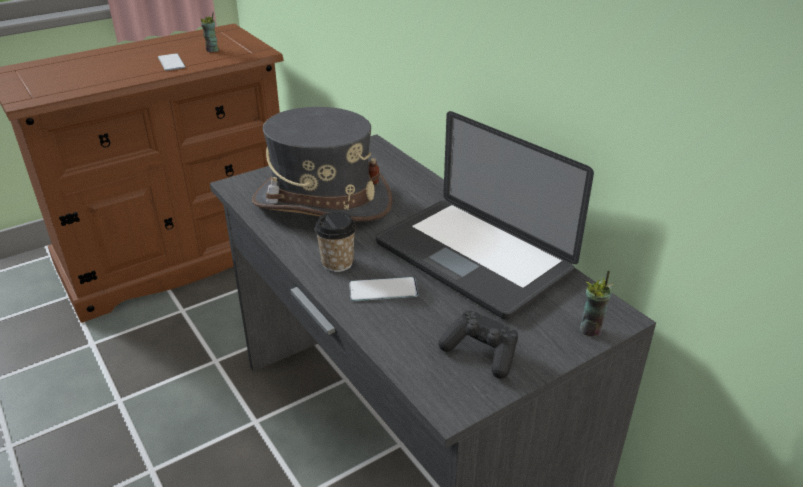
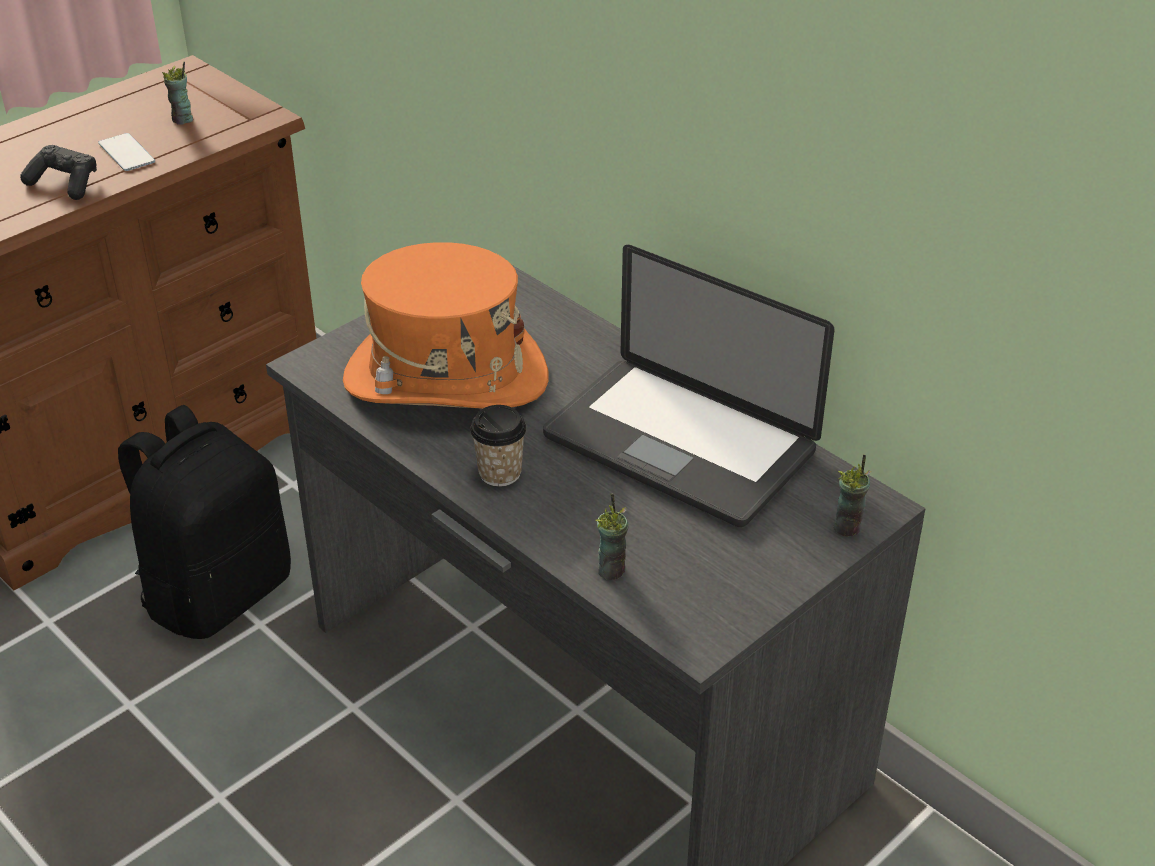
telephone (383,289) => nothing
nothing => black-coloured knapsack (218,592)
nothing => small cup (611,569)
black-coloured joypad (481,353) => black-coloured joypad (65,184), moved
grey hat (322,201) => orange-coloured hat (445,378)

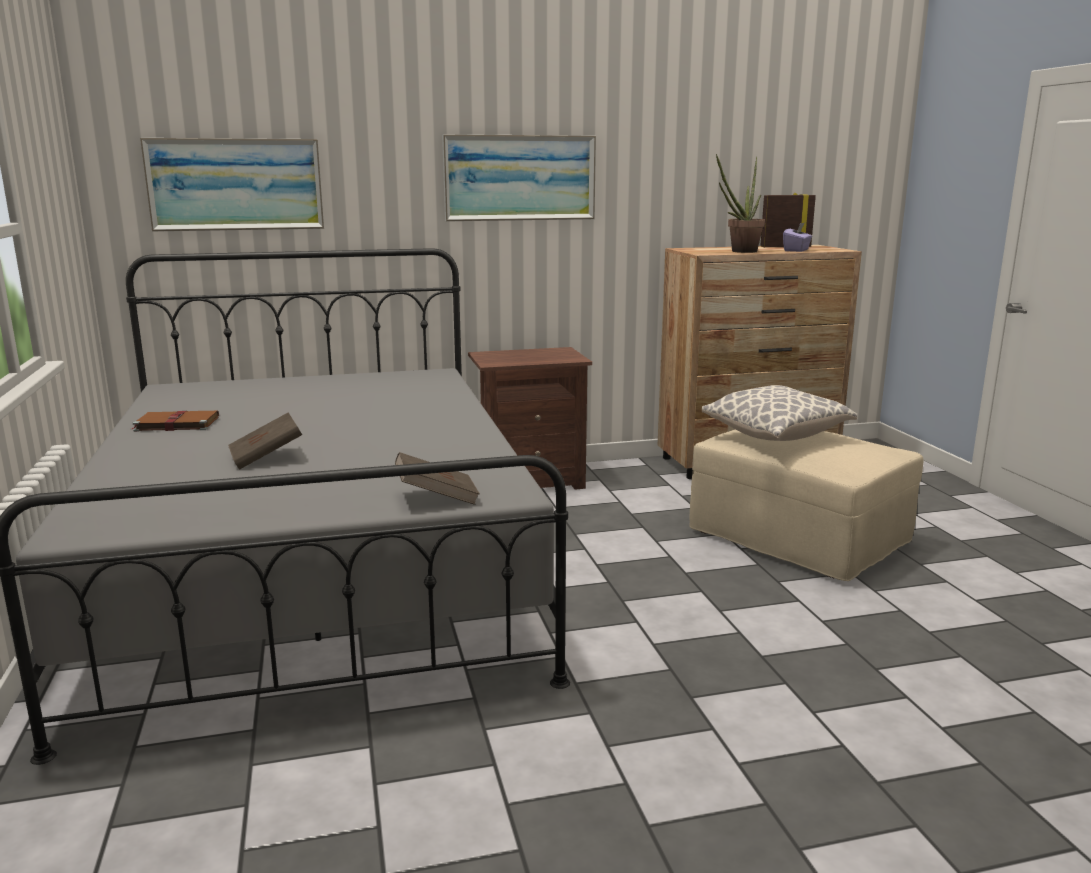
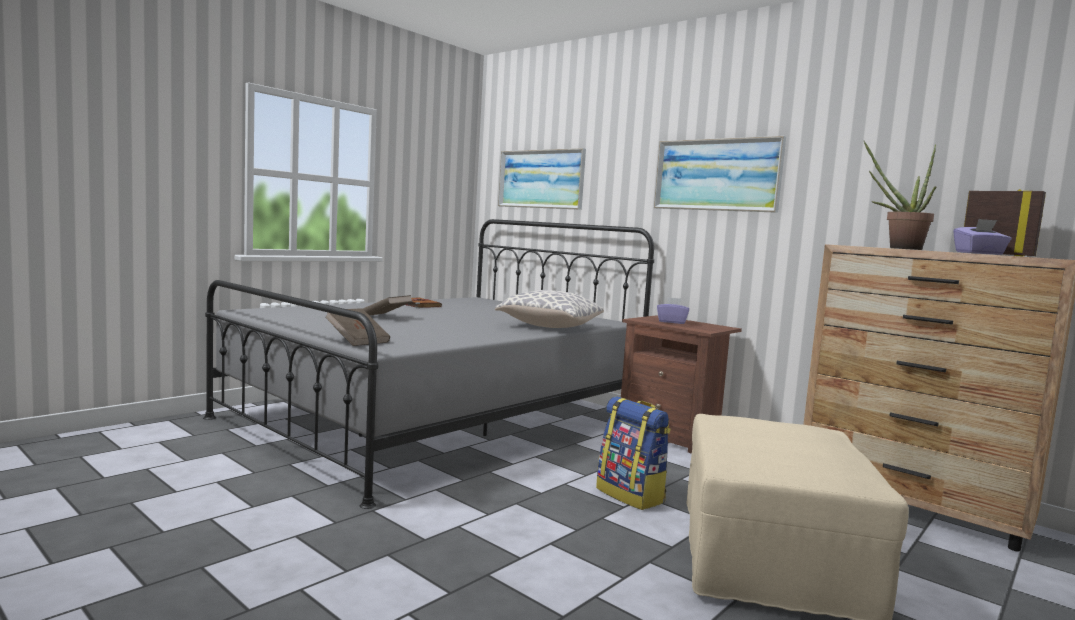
nothing => knapsack (631,495)
nothing => purple box of tissues (672,322)
cushion (775,436) => cushion (549,326), moved

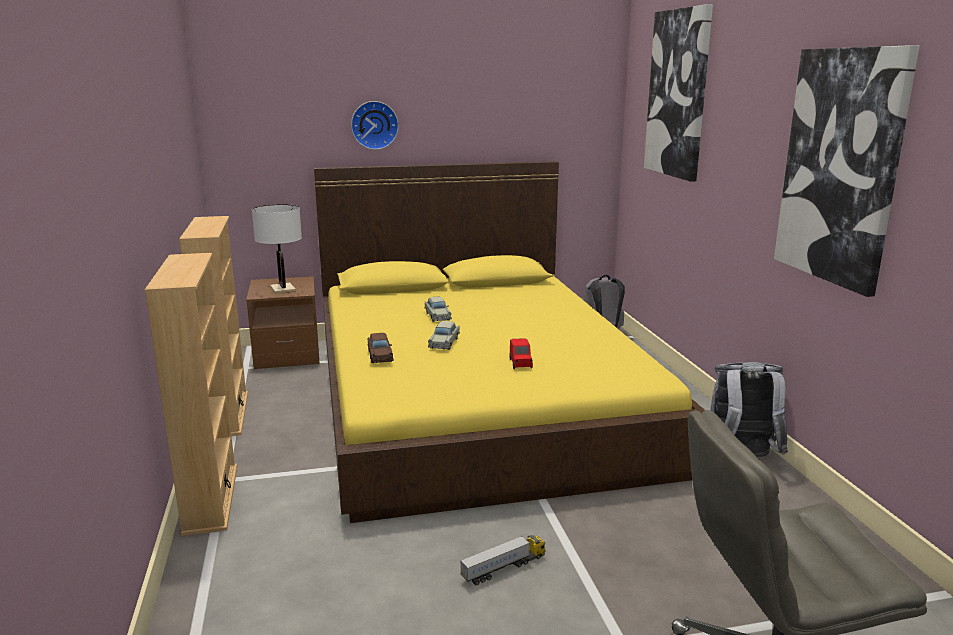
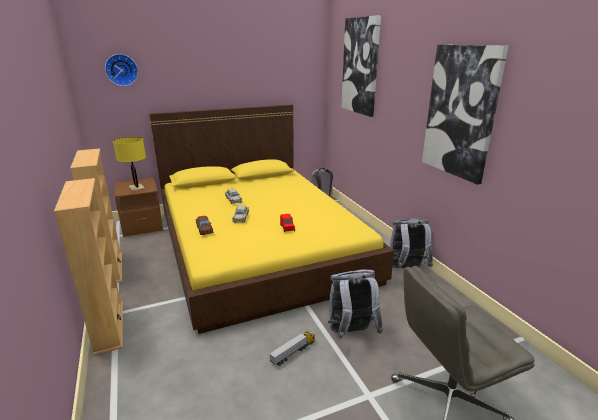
nothing => grey knapsack (351,332)
clock on the wall (374,125) => clock on the wall (121,70), moved
whitish tabletop lamp (283,289) => yellowish tabletop lamp (136,188)

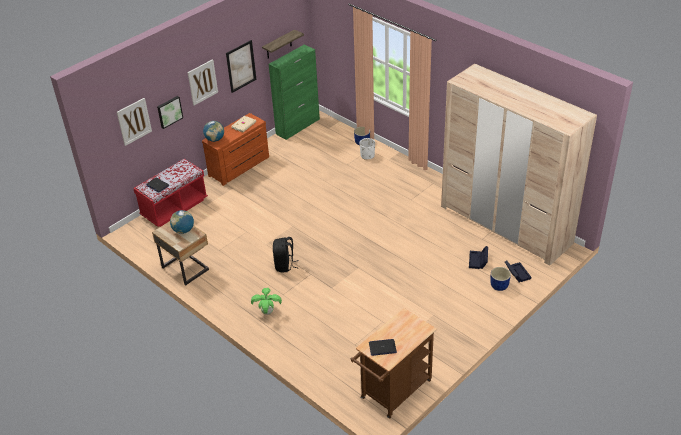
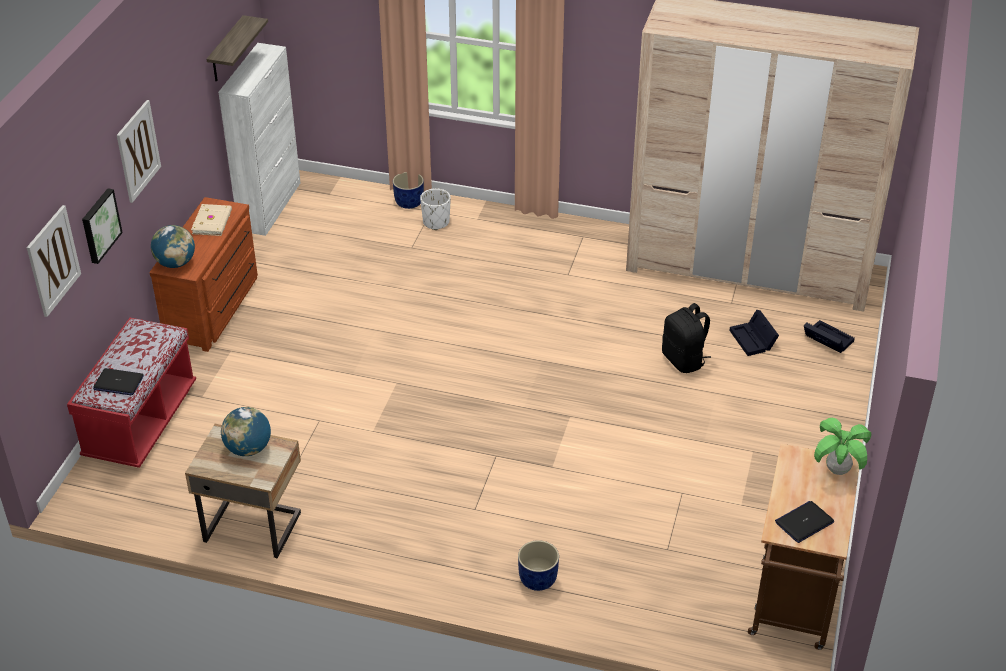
wall picture (241,66) => nothing
houseplant (267,312) => houseplant (838,470), moved
black-coloured knapsack (285,265) => black-coloured knapsack (684,360), moved
blue plant pot (499,286) => blue plant pot (538,579), moved
green cupboard (298,126) => whitish cupboard (270,206)

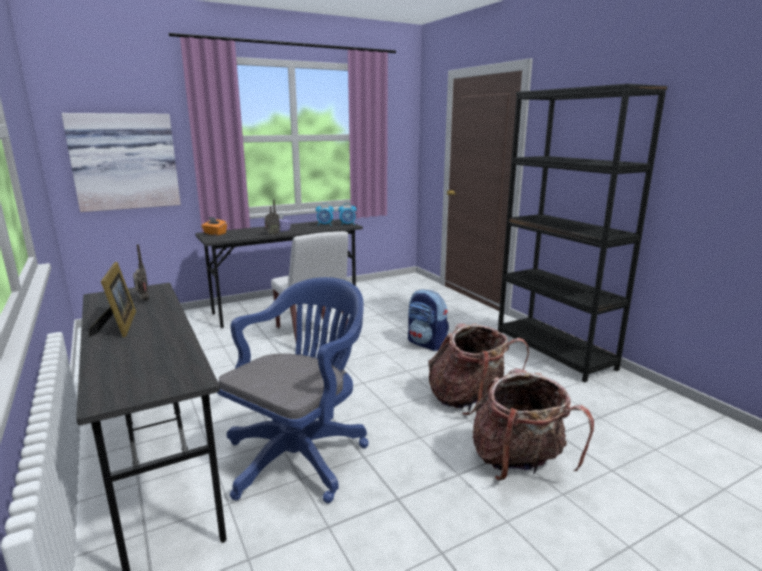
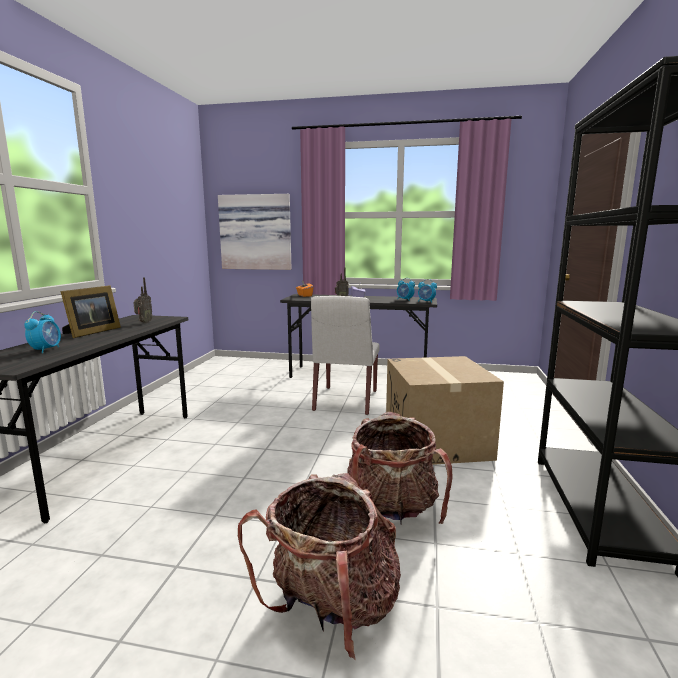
blue computer chair (301,454) => nothing
nothing => table clock (46,350)
knapsack (427,344) => packing box (437,442)

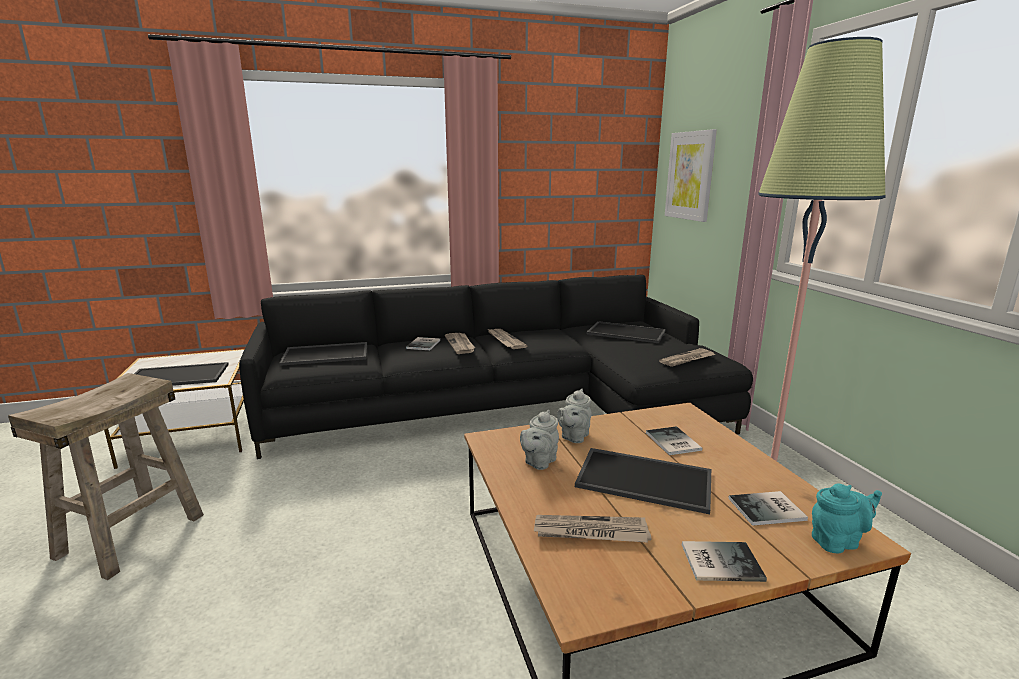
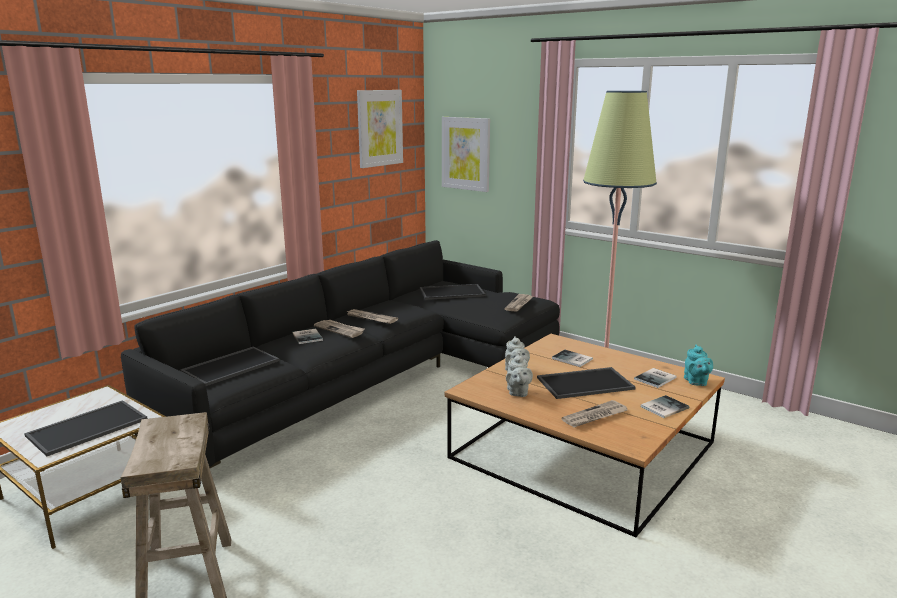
nothing => wall picture (379,128)
turquoise-coloured pot for tea (837,541) => turquoise-coloured pot for tea (696,382), 135 degrees clockwise

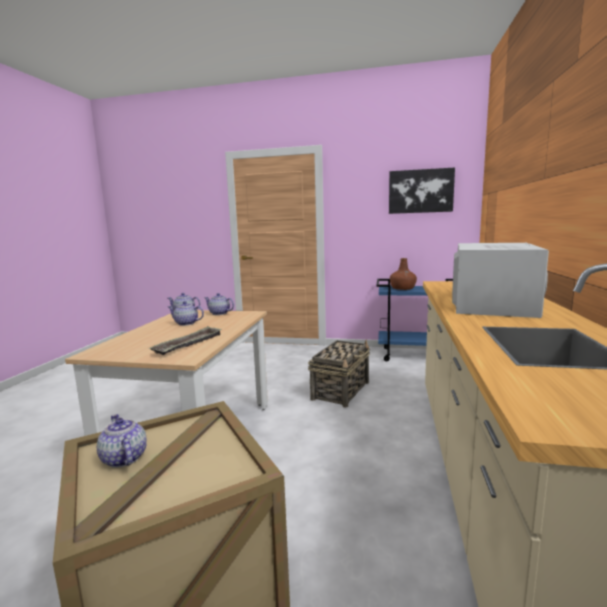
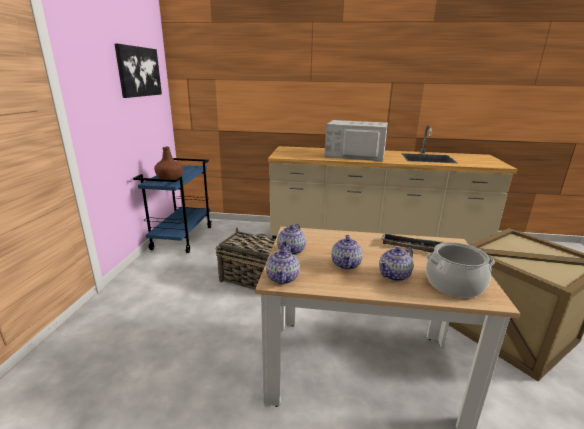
nothing => saucepot (454,284)
pot for tea (123,459) => pot for tea (395,275), moved

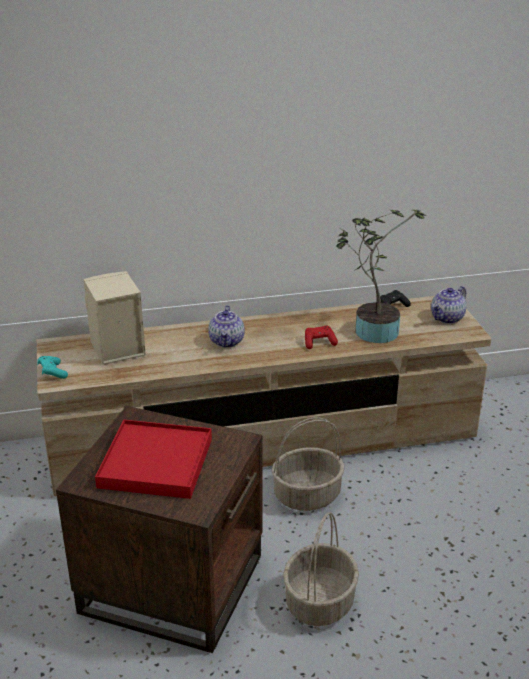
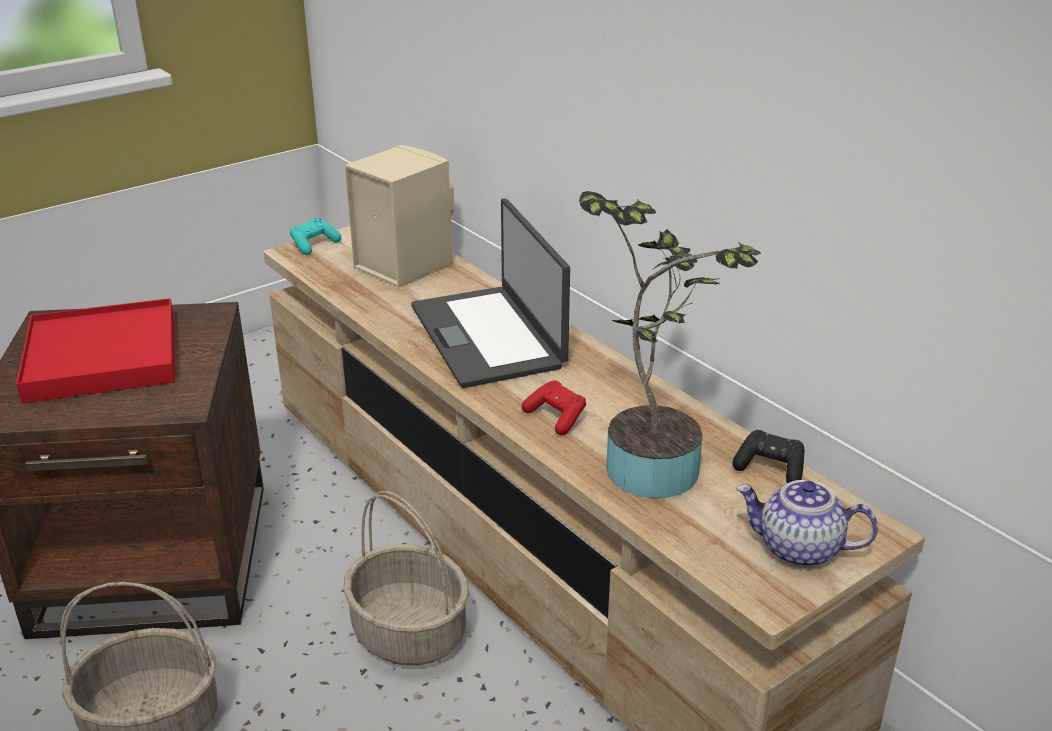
pot for tea (227,341) => portable computer (489,336)

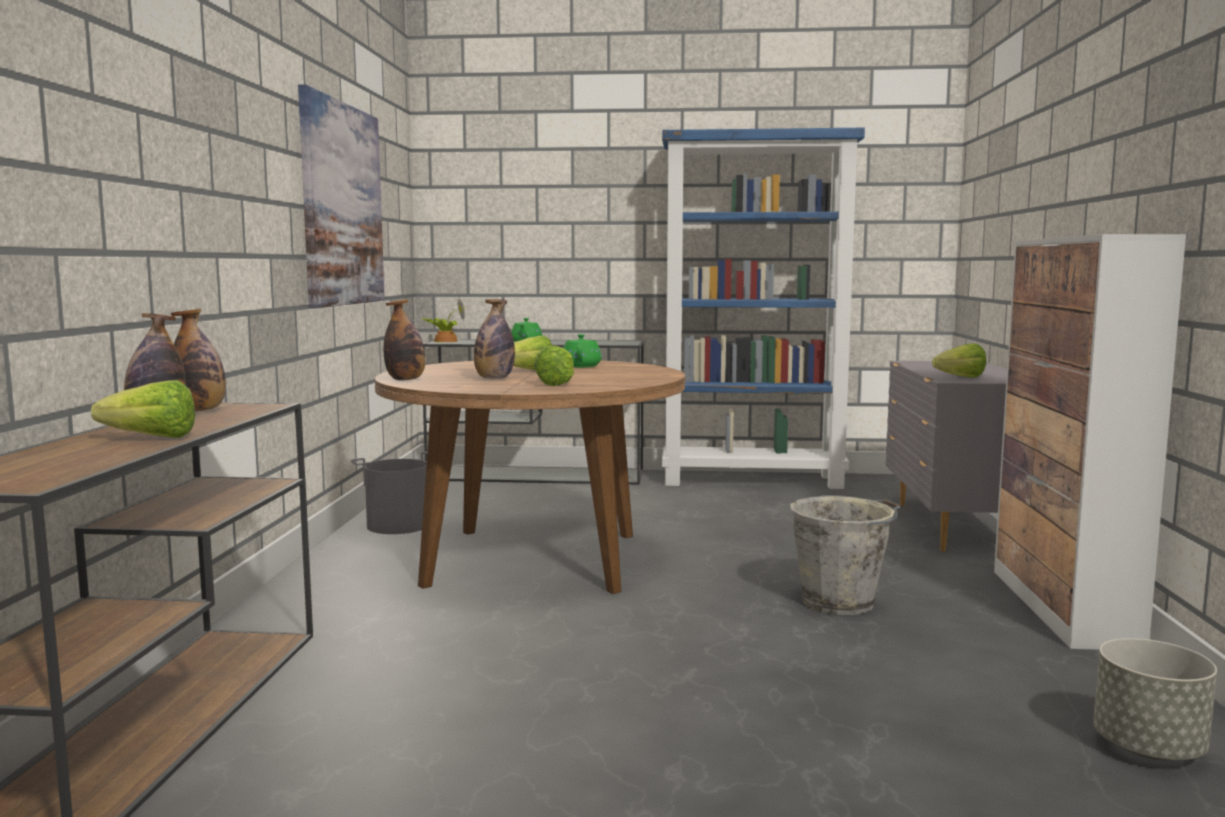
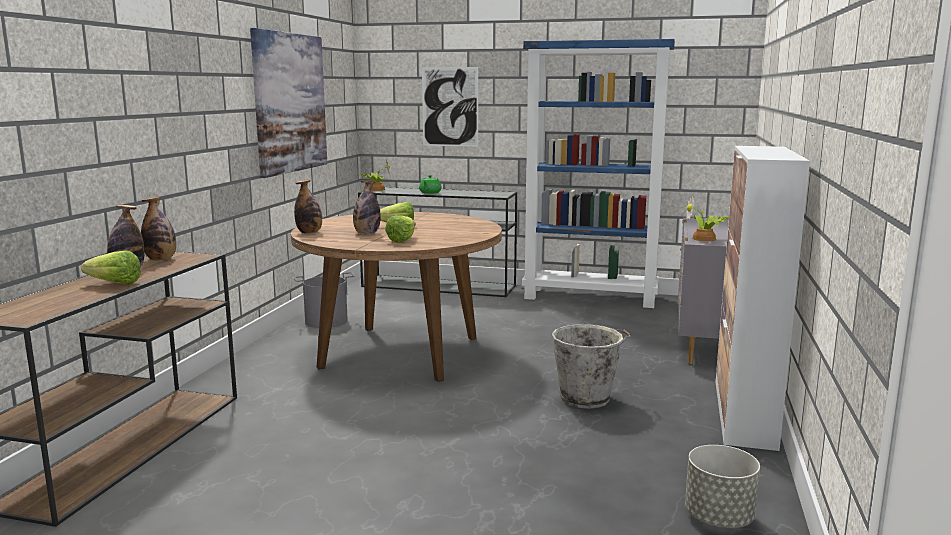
green pot for tea (581,366) => nothing
nothing => wall picture (450,107)
head of lettuce (955,378) => houseplant (705,239)

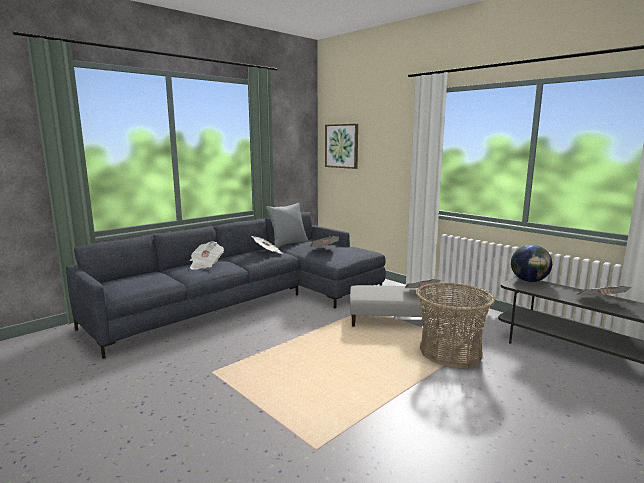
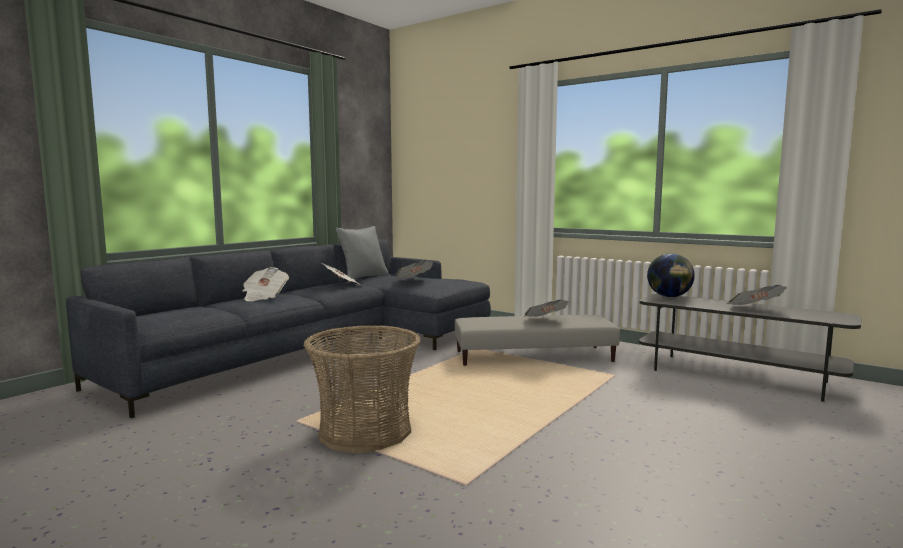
wall picture (342,146) => nothing
basket (450,352) => basket (365,432), moved

